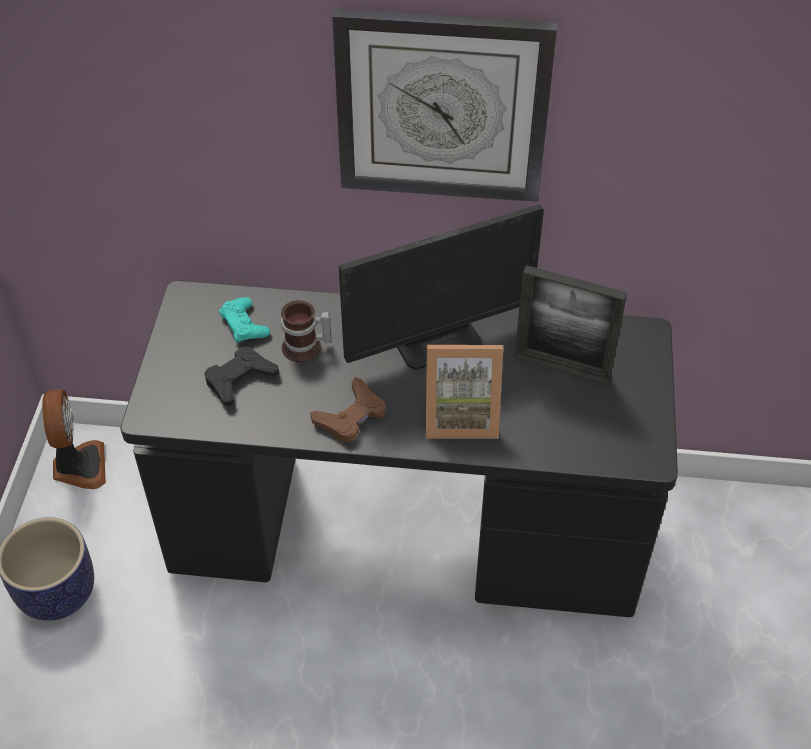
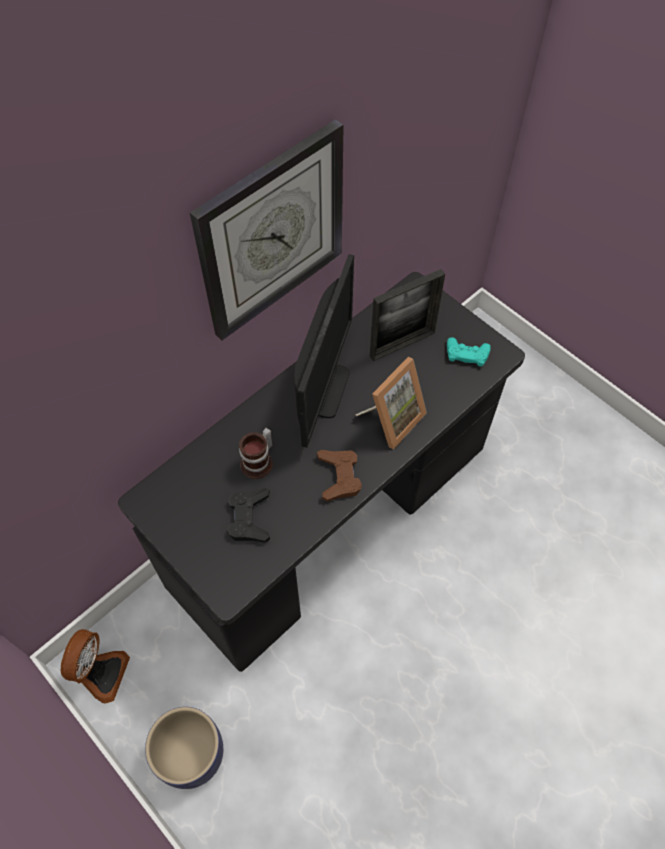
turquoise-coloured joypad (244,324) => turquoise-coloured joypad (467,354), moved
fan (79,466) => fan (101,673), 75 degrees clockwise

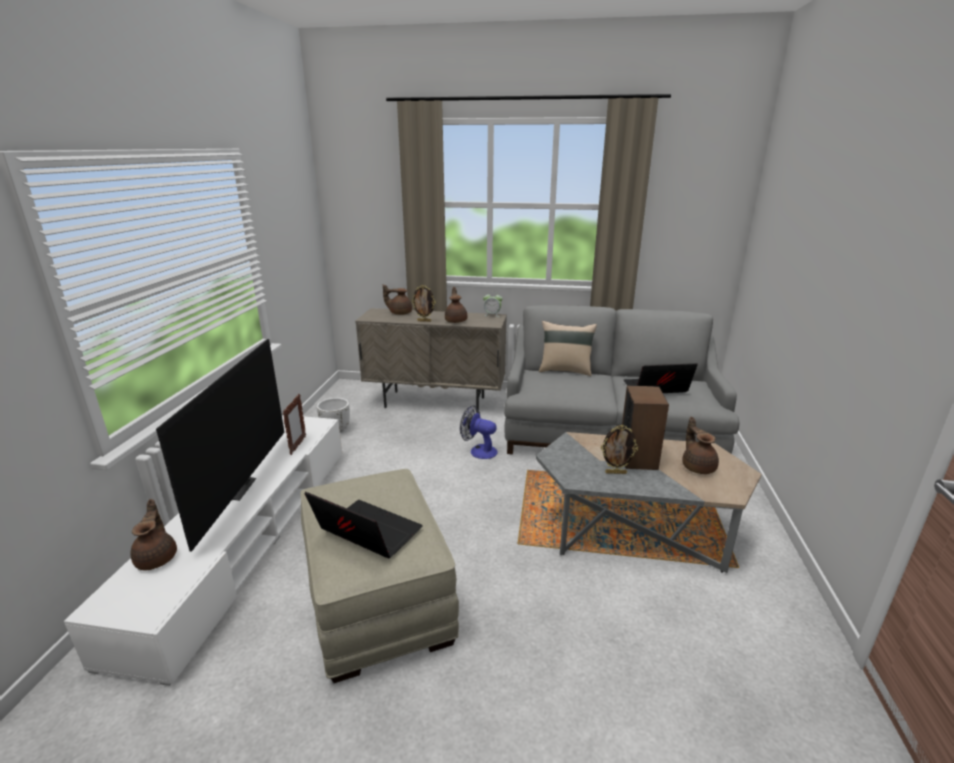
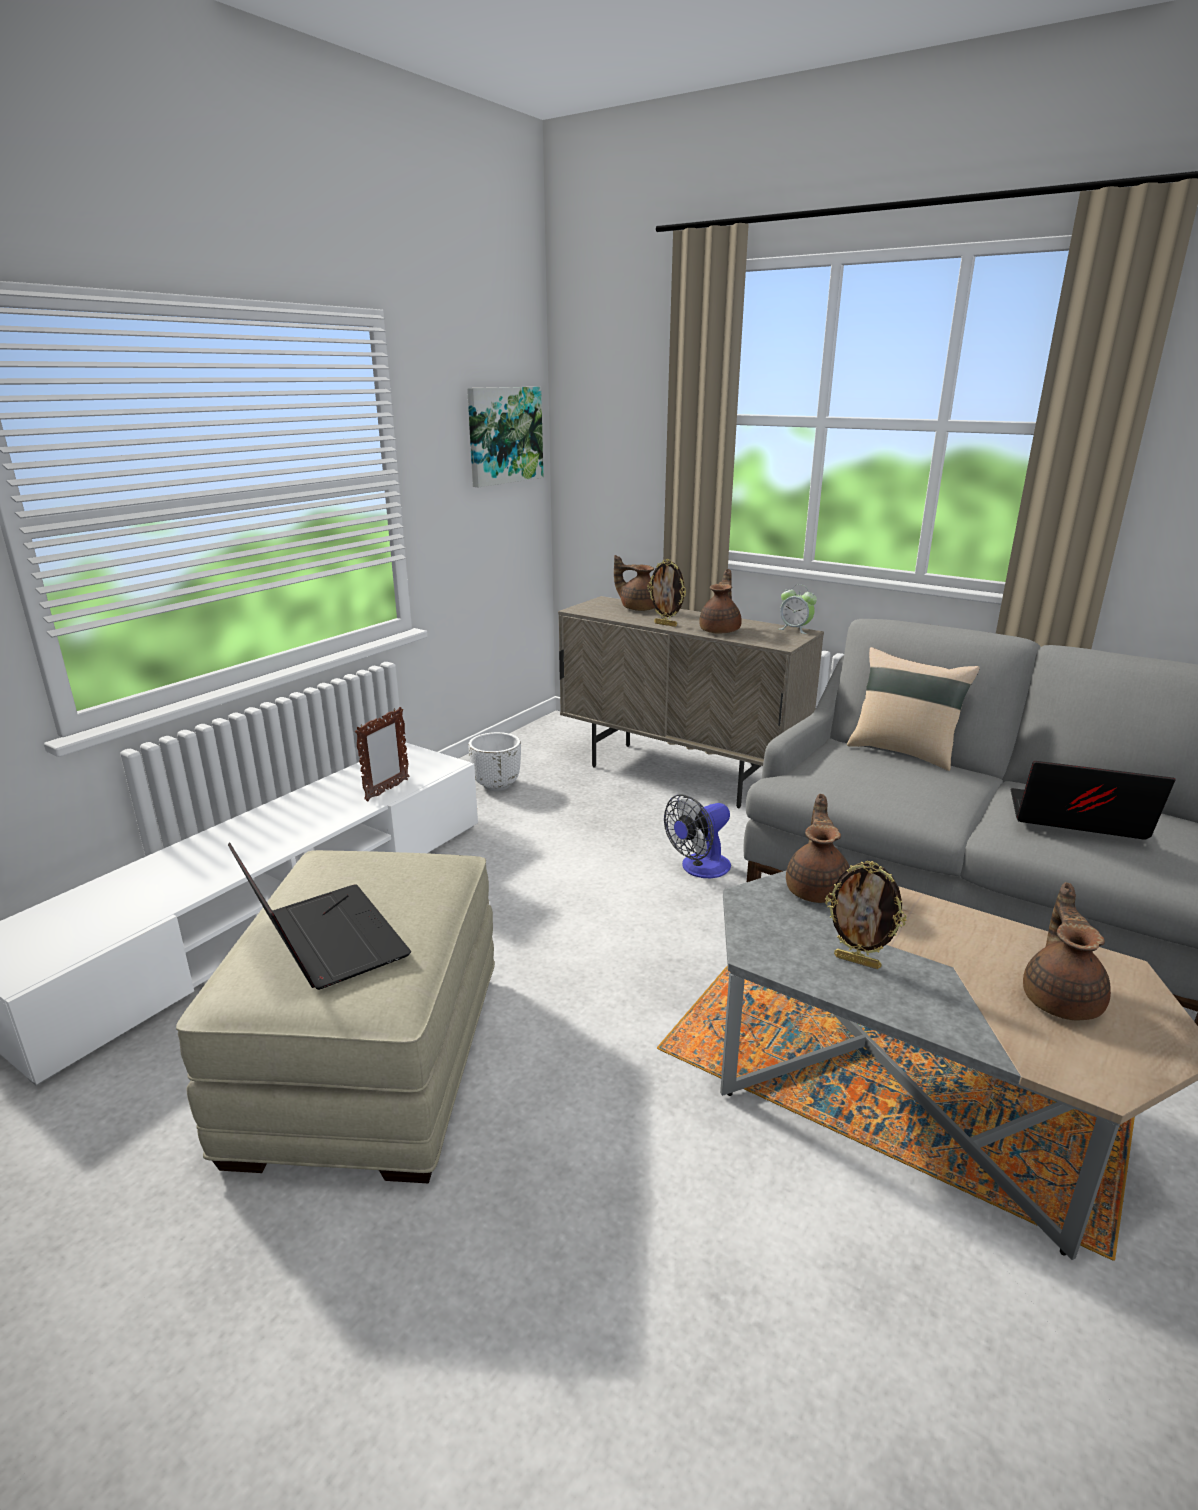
television (236,488) => nothing
loudspeaker (638,458) => nothing
nothing => wall picture (504,435)
brownish pot for tea (157,558) => brownish pot for tea (817,889), moved
fan (479,451) => fan (699,869), 90 degrees counterclockwise

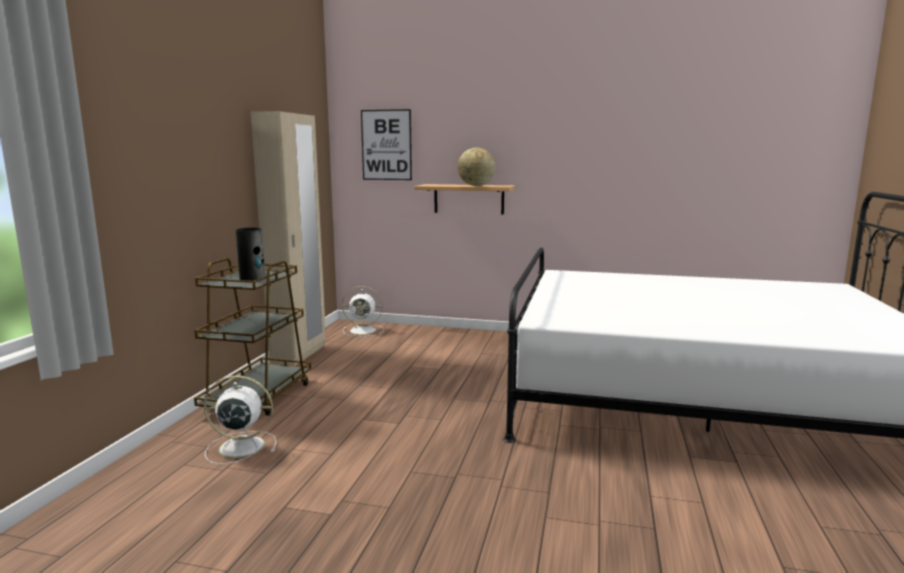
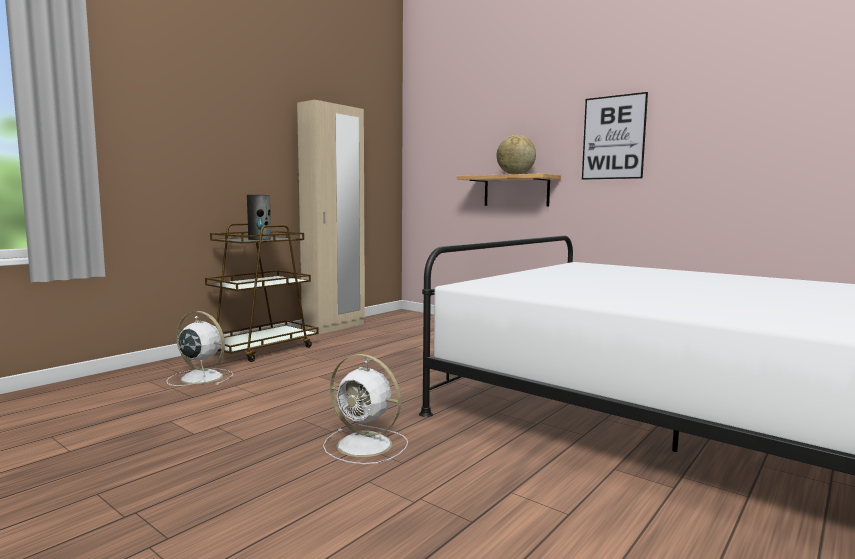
whitish fan (364,331) => whitish fan (366,445), moved
wall picture (386,145) => wall picture (613,137), moved

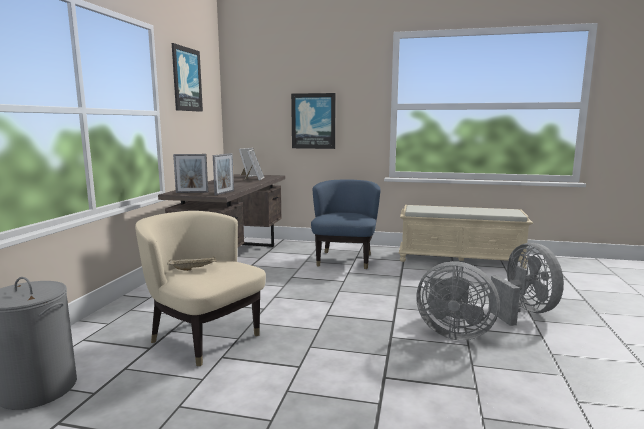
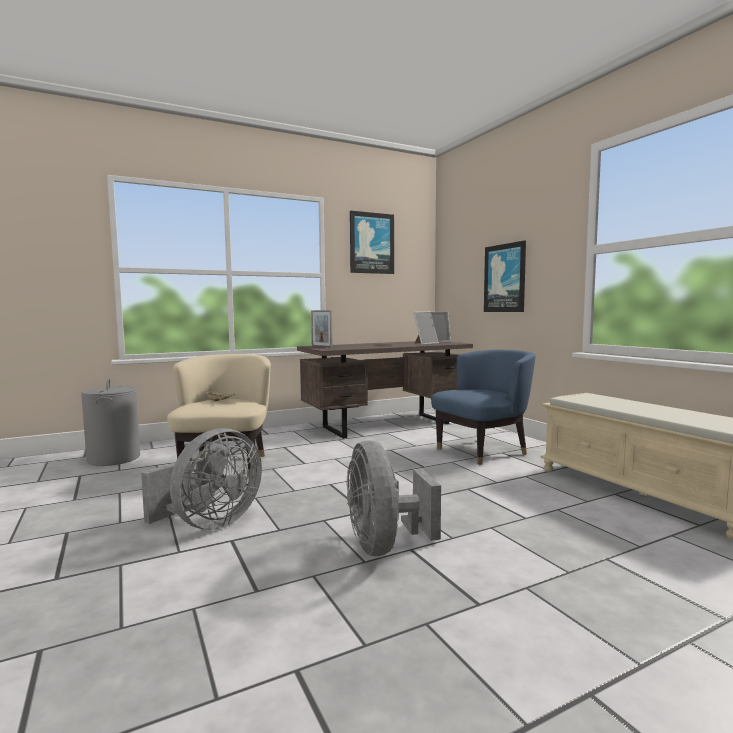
standing frame (224,193) => nothing
grey fan (523,312) => grey fan (209,523), moved

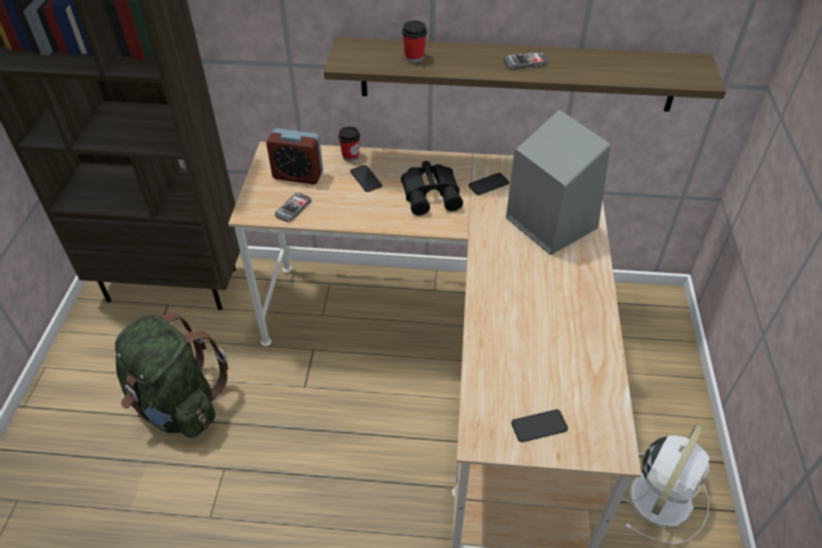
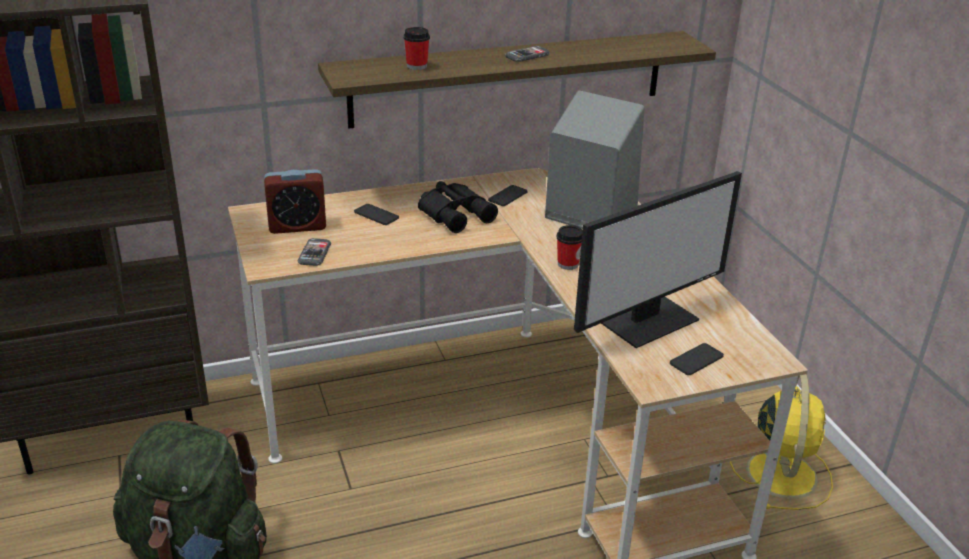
nothing => computer display (649,320)
small cup (350,156) => small cup (568,264), moved
whitish fan (662,495) => yellowish fan (781,472)

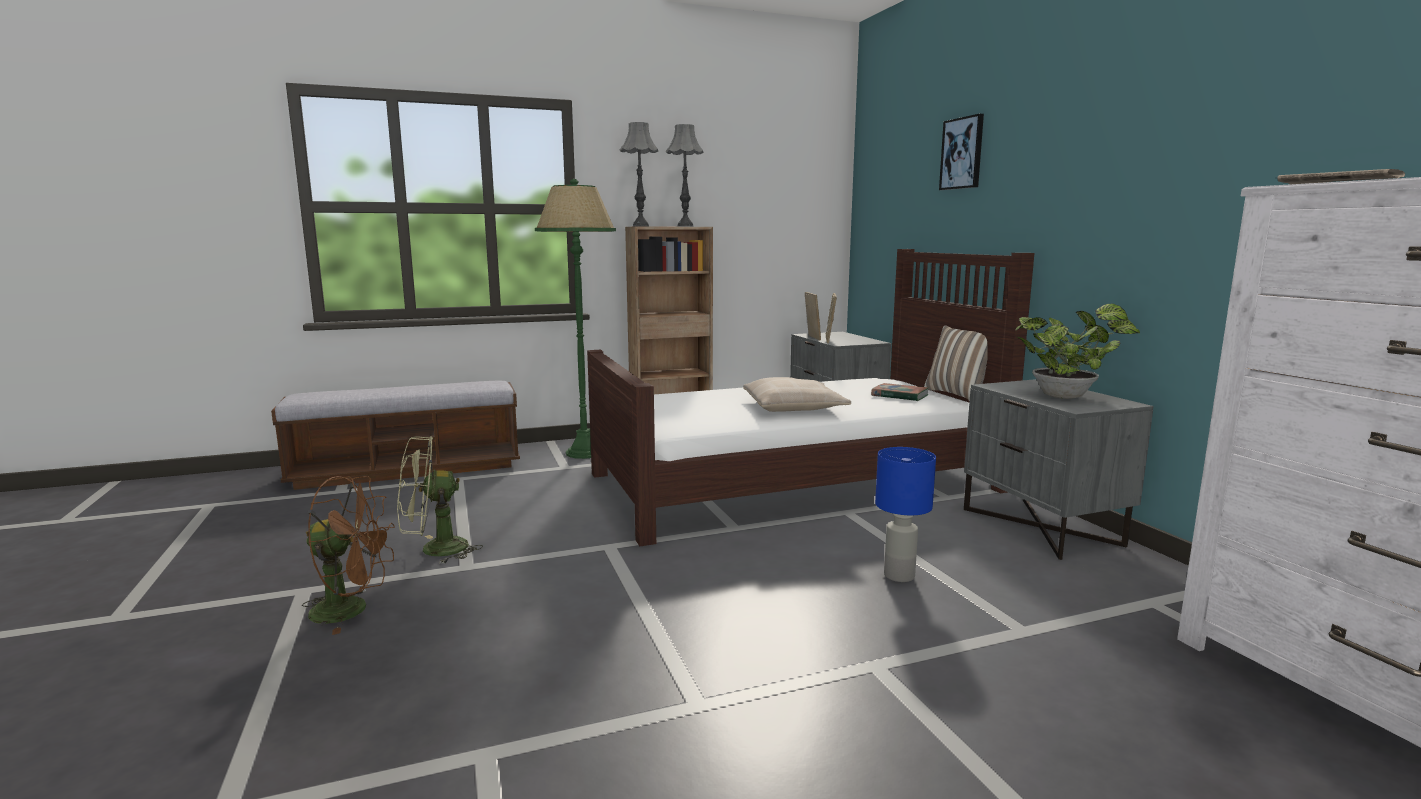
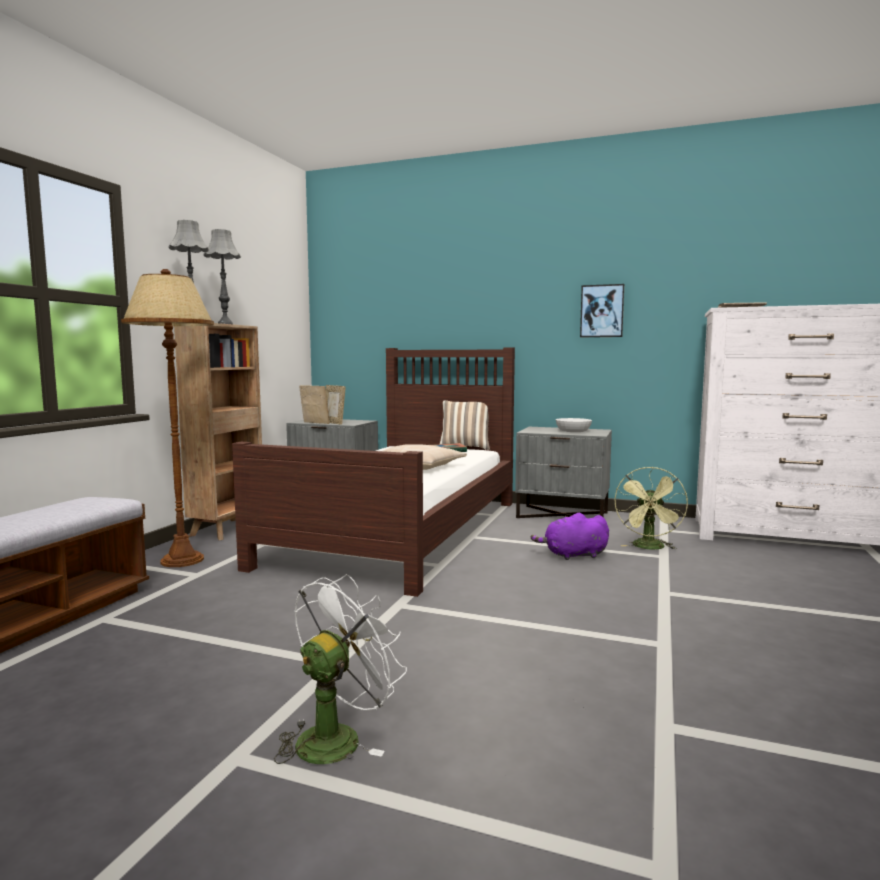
green fan (434,550) => green fan (649,548), moved
wall picture (962,153) => wall picture (602,311), moved
blue tabletop lamp (898,576) => purple cuddly toy (573,555)
houseplant (1067,396) => whitish serving bowl (572,431)
brownish fan (352,610) => whitish fan (337,736)
green floor lamp (585,453) => brownish floor lamp (183,560)

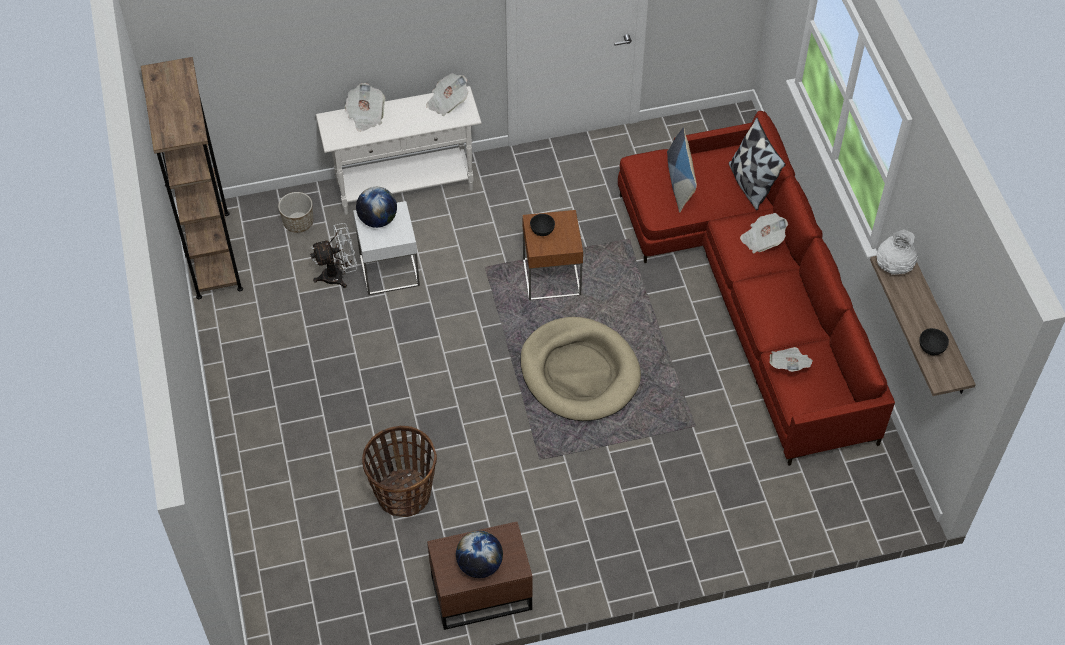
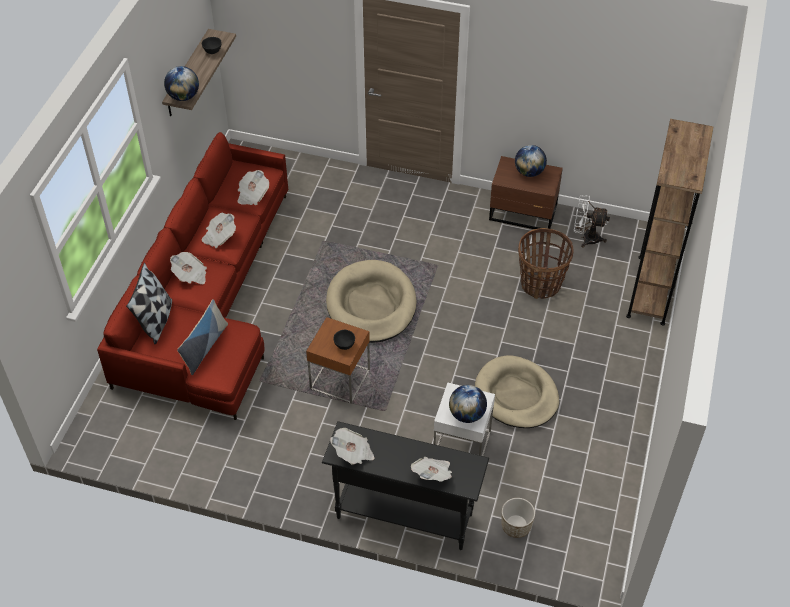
nothing => printed paper (219,237)
nothing => beige-coloured pet bed (516,395)
brownish bookshelf (213,254) => brownish bookshelf (651,289), moved
whitish fan (339,275) => whitish fan (586,238), moved
whitish decorative vase (893,266) => desk globe (183,97)
whitish hall table (405,186) => black-coloured hall table (404,515)

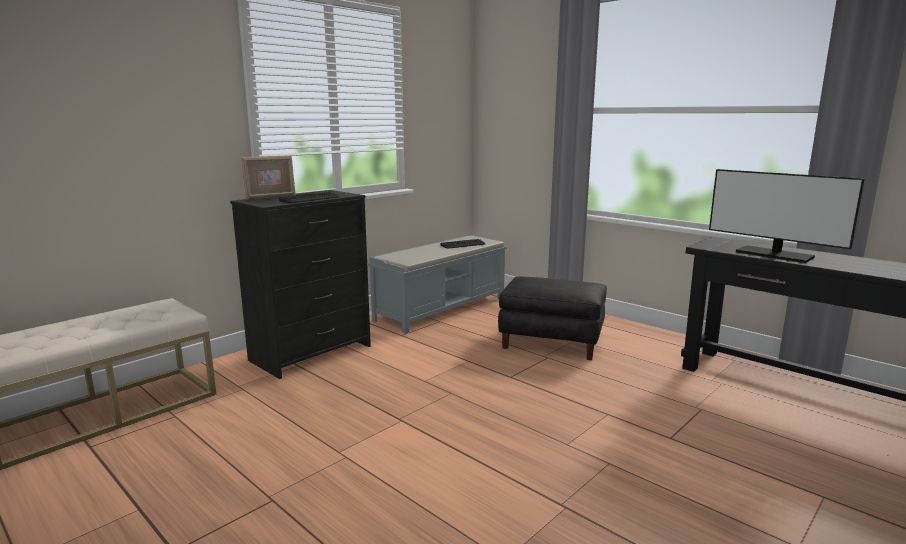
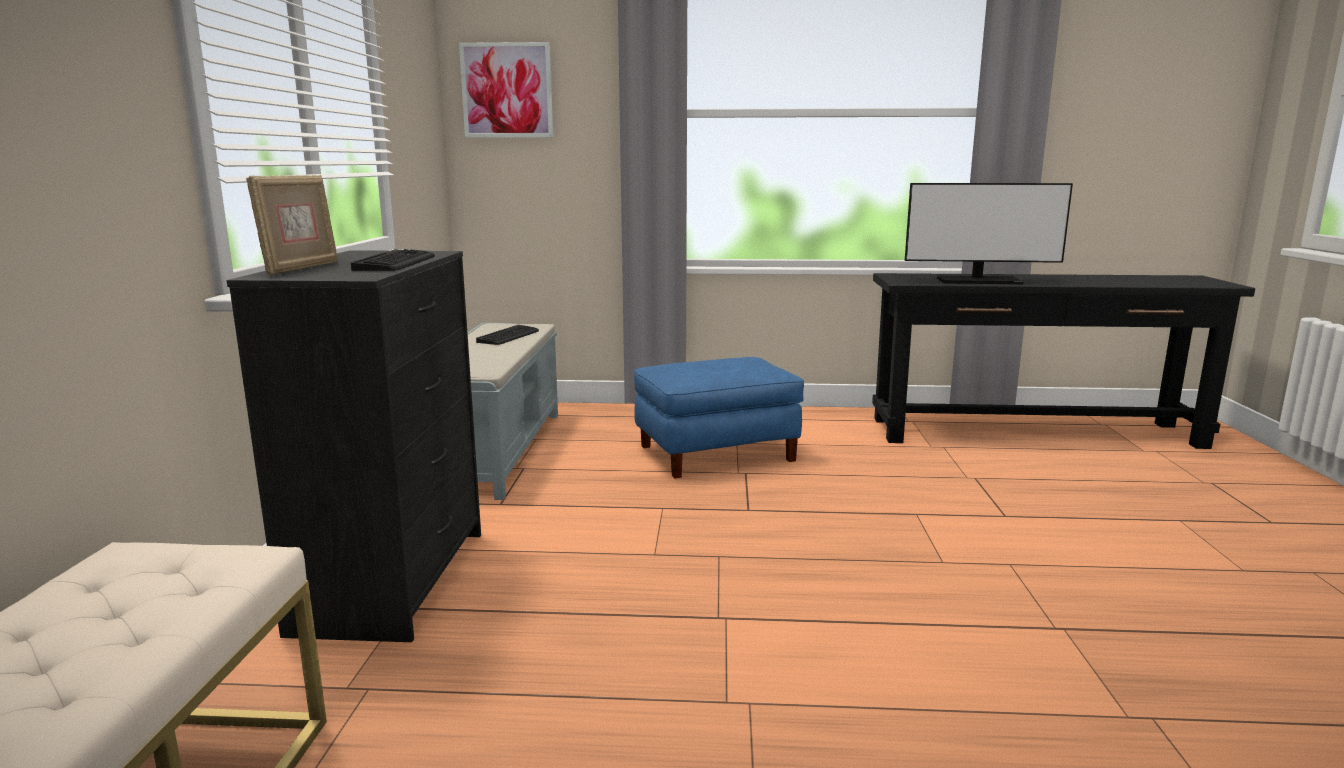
nothing => wall picture (507,90)
black-coloured pouffe (552,342) => blue pouffe (716,453)

